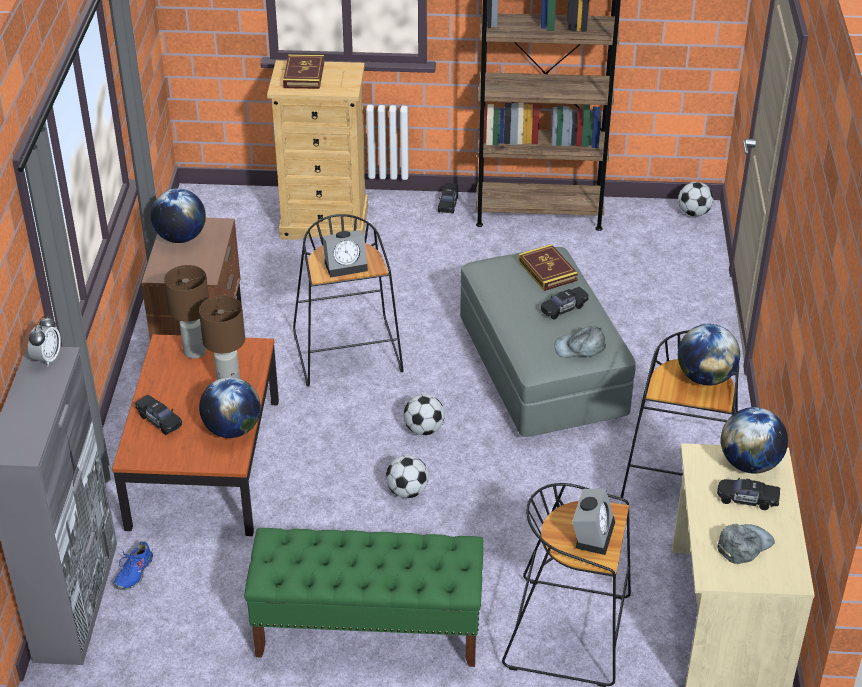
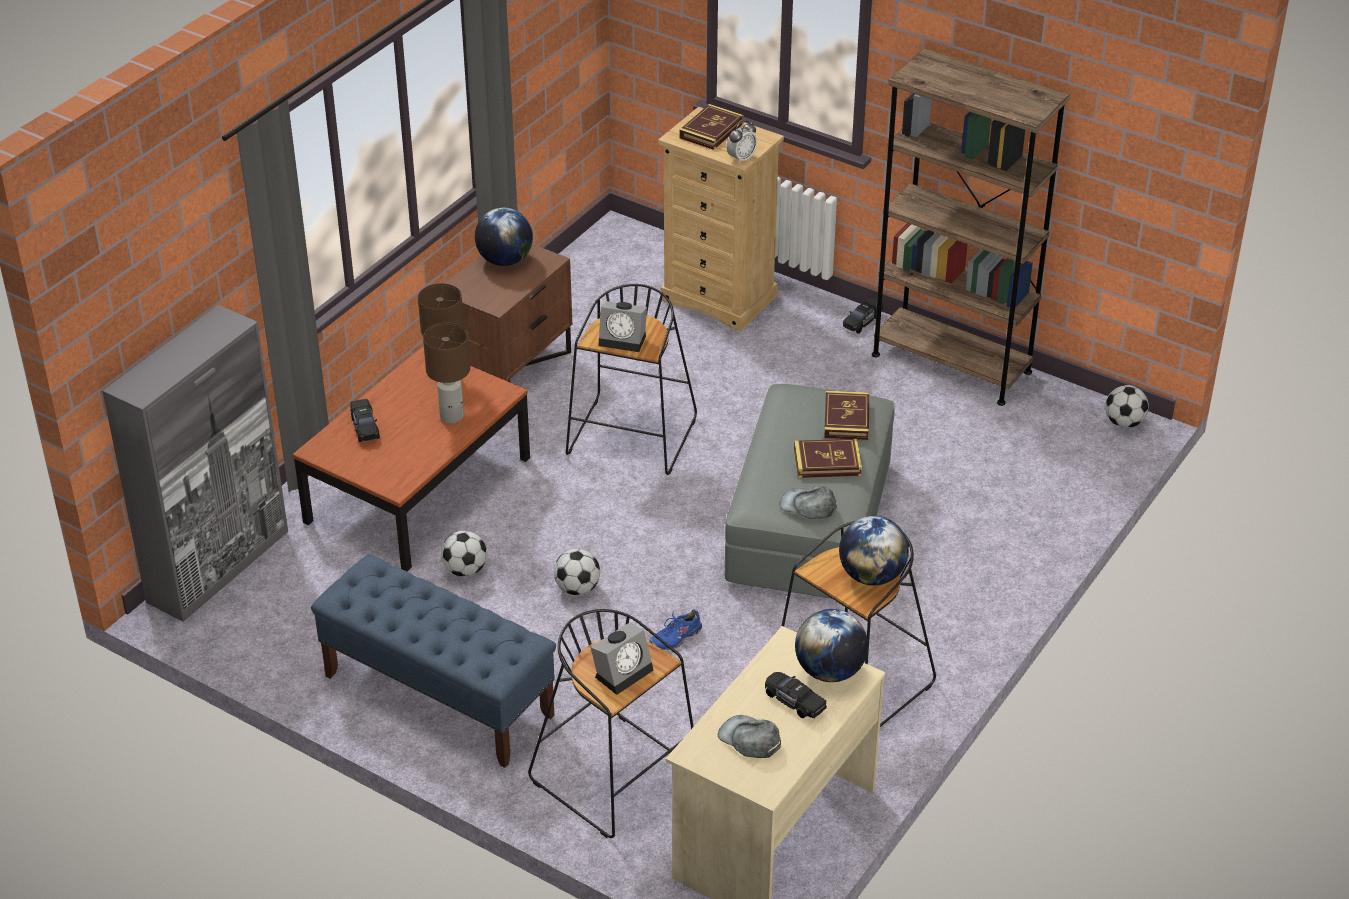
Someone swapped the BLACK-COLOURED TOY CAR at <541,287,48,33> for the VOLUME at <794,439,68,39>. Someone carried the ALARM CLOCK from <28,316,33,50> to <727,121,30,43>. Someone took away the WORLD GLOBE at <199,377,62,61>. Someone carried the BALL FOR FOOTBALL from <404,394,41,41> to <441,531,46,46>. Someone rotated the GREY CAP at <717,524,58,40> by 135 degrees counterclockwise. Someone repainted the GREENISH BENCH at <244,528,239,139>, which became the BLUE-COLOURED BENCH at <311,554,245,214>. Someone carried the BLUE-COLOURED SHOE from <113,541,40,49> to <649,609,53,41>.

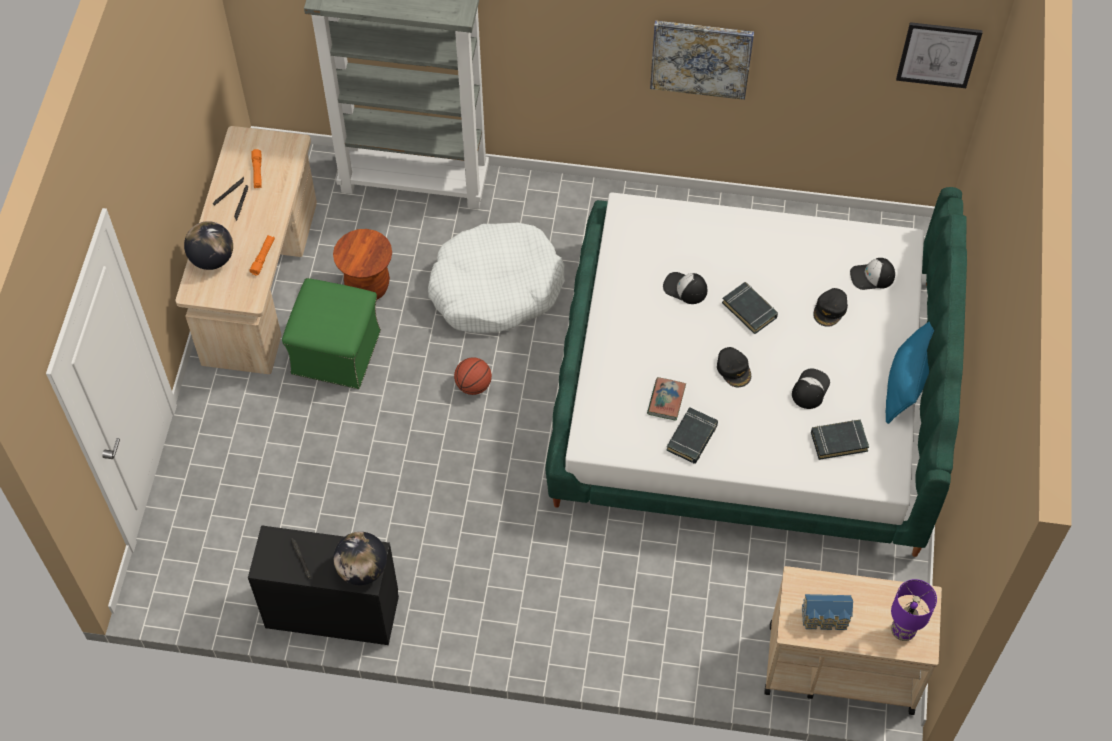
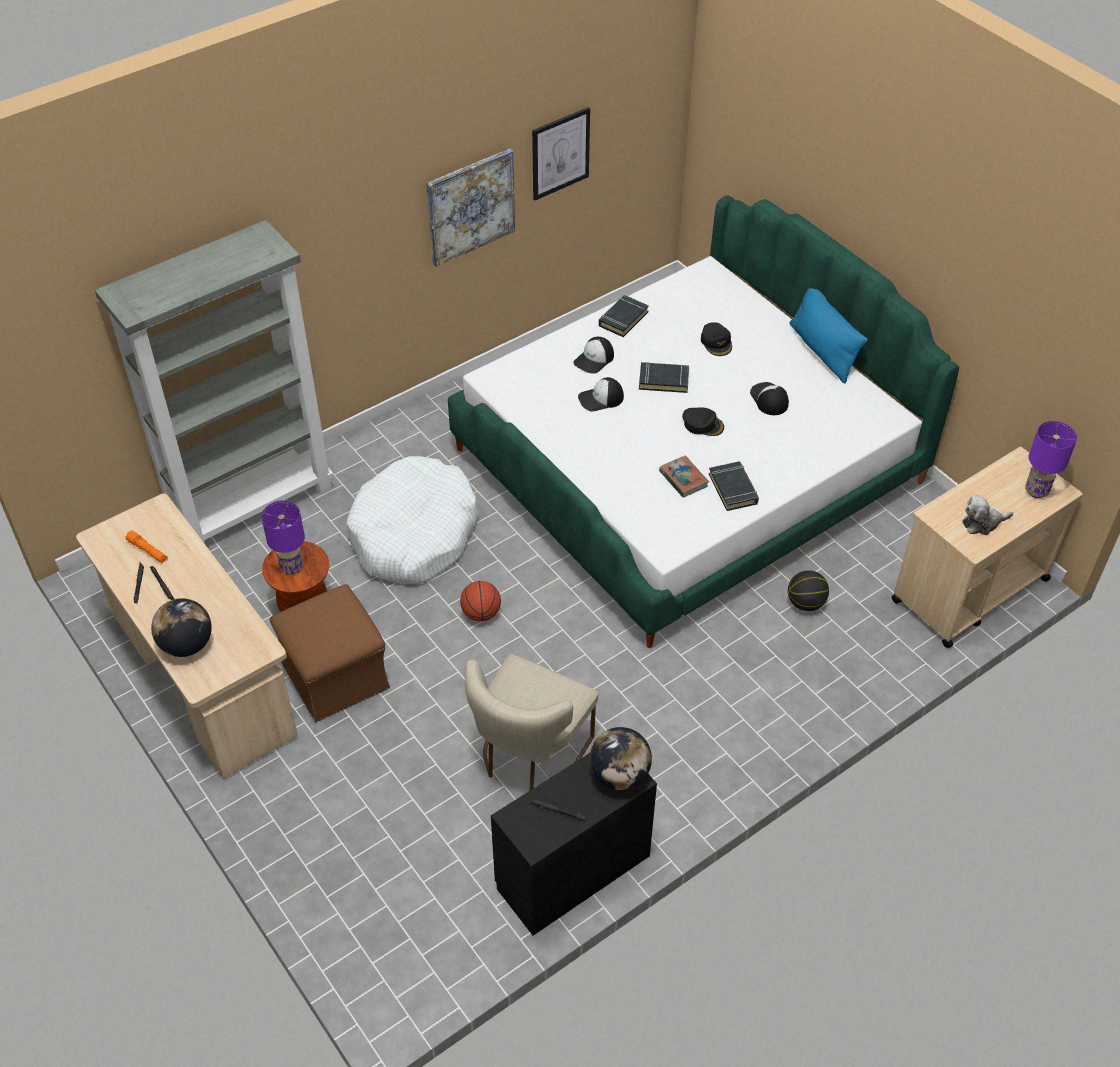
Someone carried the PICTURE from <896,22,87,66> to <532,107,58,93>. Someone took away the ORANGEY HAND TORCH at <249,235,26,40>. Someone carried the CAP from <850,258,45,32> to <573,337,41,37>. Someone repainted the GREENISH FOOTREST at <282,278,99,111>, which became the BROWN-COLOURED FOOTREST at <270,584,120,138>. Someone carried the BLACK-COLOURED VOLUME from <811,420,58,40> to <599,295,50,42>. Someone swapped the TOY HOUSE at <802,594,51,36> for the CUDDLY TOY at <962,495,51,40>. Someone put down the PURPLE-COLOURED TABLETOP LAMP at <261,500,44,75>. Someone put down the BASKETBALL at <788,570,41,41>. Someone put down the BEIGE UPRIGHT CHAIR at <465,654,134,137>.

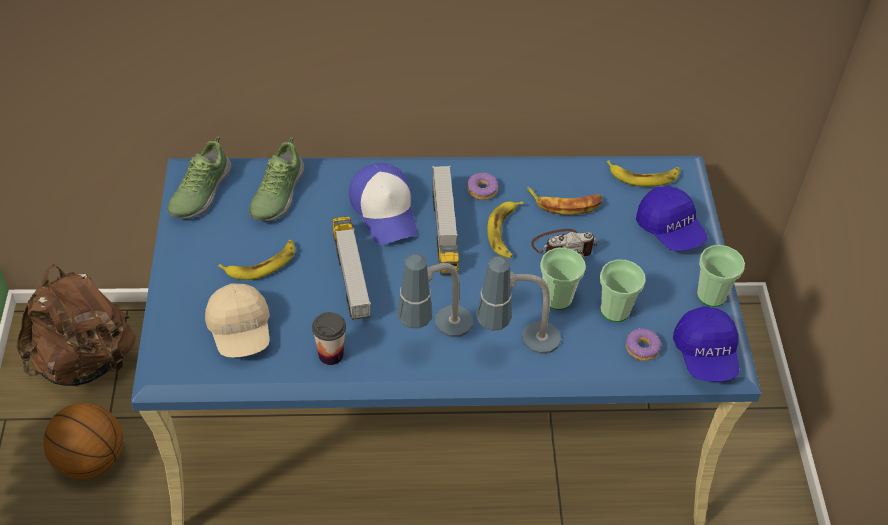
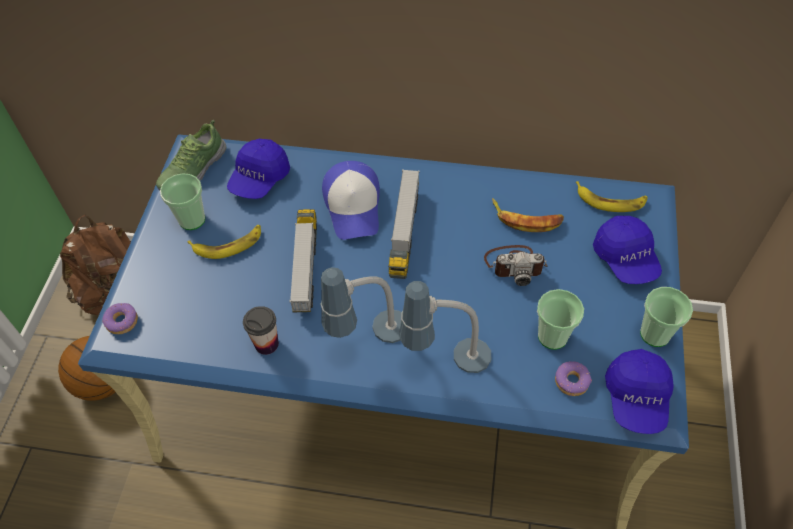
Someone swapped the SHOE at <249,137,55,84> for the BLUE-COLOURED CAP at <227,139,63,60>. Someone carried the DONUT from <467,173,31,27> to <102,303,36,31>. Someone took away the WHOLE BANANA at <487,201,37,57>. Someone carried the SMALL CUP from <540,248,46,62> to <160,173,45,57>. Someone took away the BEIGE CAP at <205,283,65,75>.

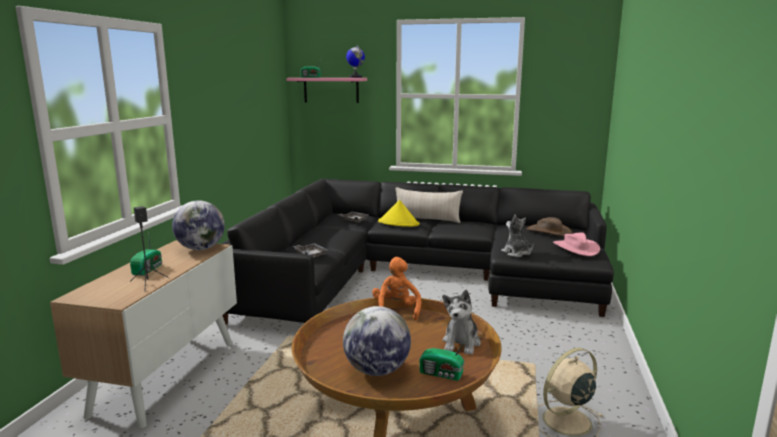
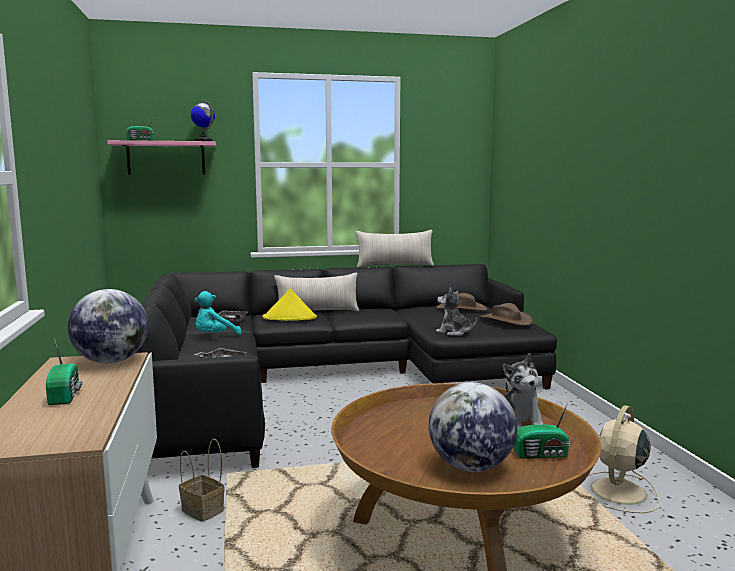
Someone took away the BLACK-COLOURED LOUDSPEAKER at <130,206,39,86>. Someone repainted the PINK-COLOURED WEARABLE HAT at <553,232,47,24>, which became the BROWN-COLOURED WEARABLE HAT at <480,303,53,23>. Someone took away the ORANGEY CUDDLY TOY at <372,257,49,63>. Someone put down the BEIGE CUSHION at <355,230,79,38>. Someone put down the BLUE-GREEN CUDDLY TOY at <194,291,48,44>. Someone put down the STORAGE BASKET at <179,439,46,83>.

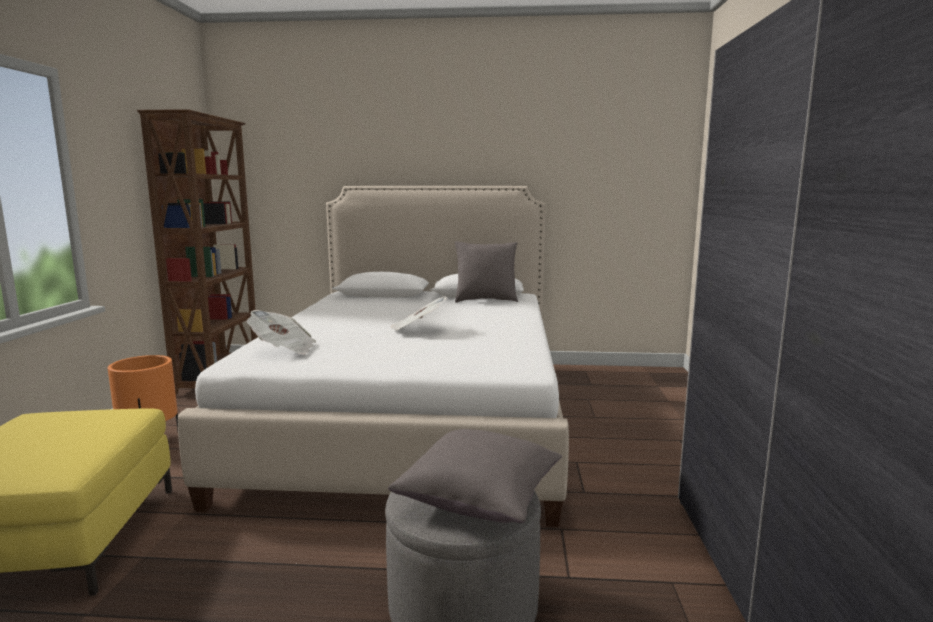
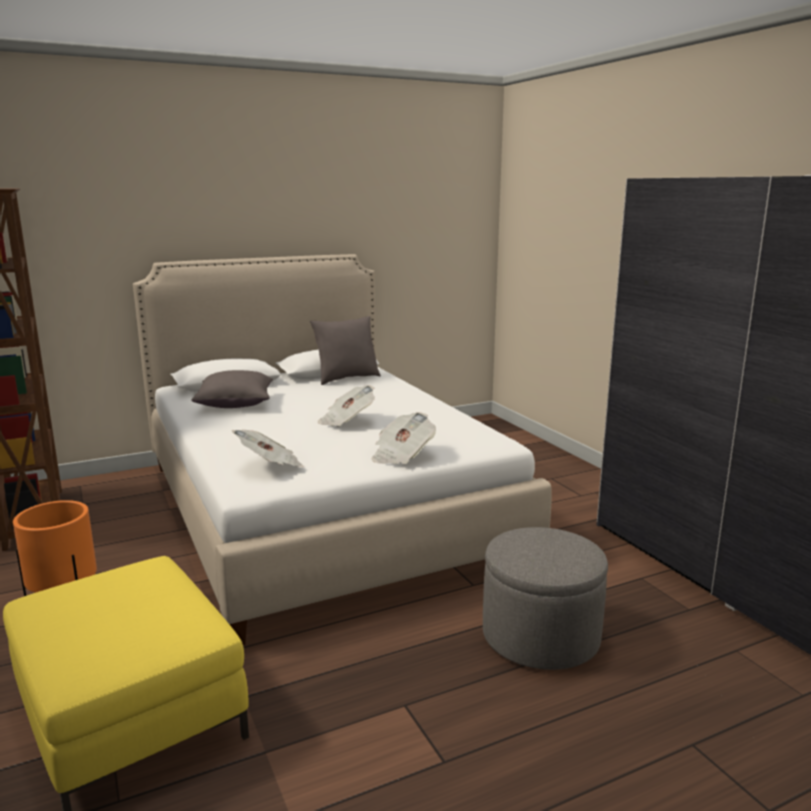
Someone carried the GREY CUSHION from <388,429,174,94> to <191,370,82,38>. Someone put down the DAILY PAPER at <371,412,65,52>.

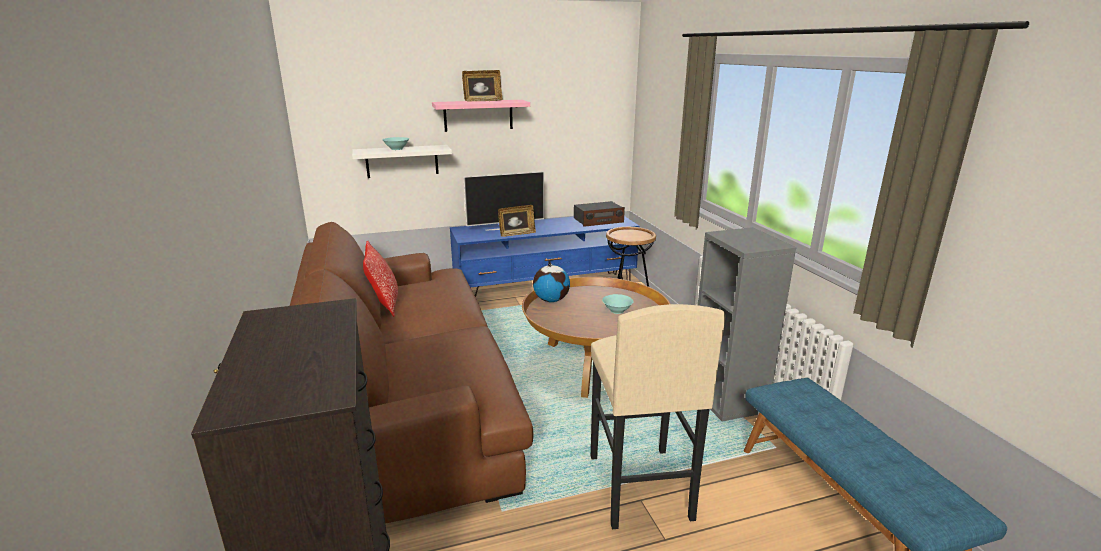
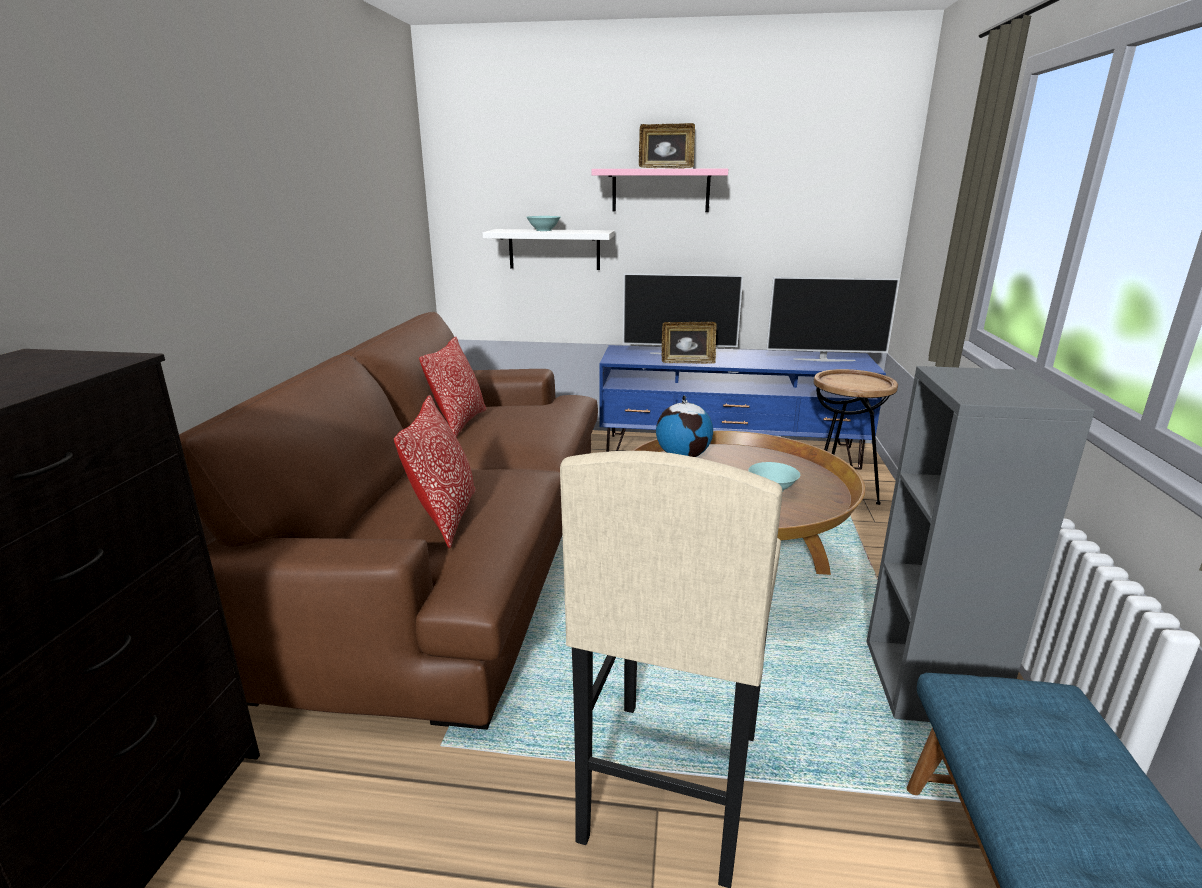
Someone swapped the RADIO RECEIVER at <574,201,51,26> for the TELEVISION at <766,277,134,85>. Someone put down the CUSHION at <394,395,82,154>.

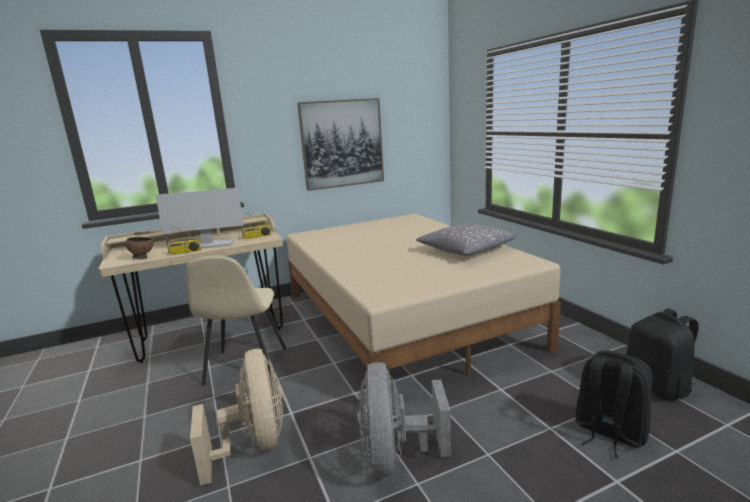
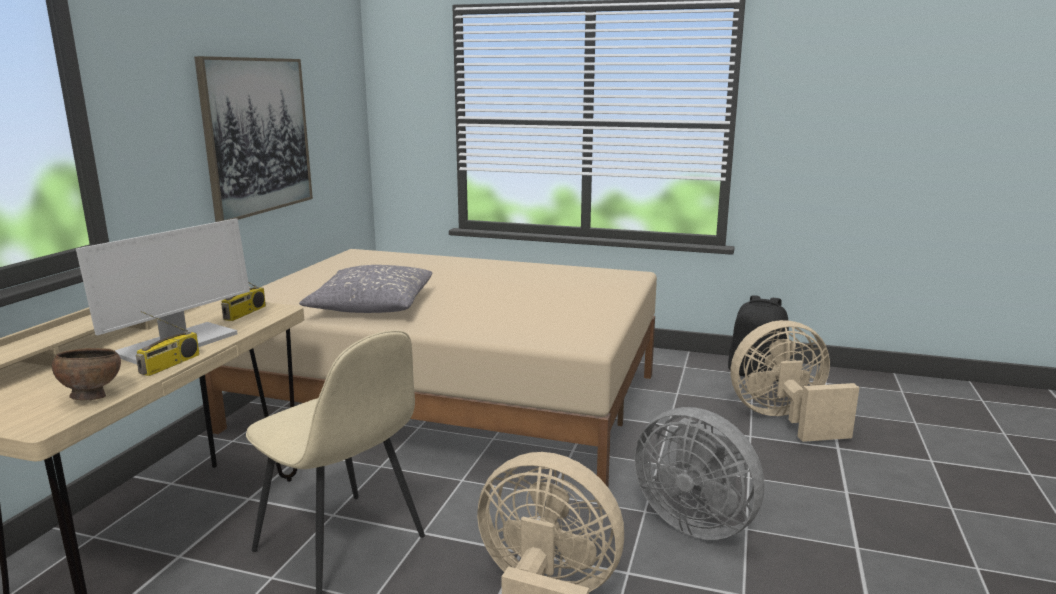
Someone carried the GREY CUSHION from <416,223,101,33> to <299,265,133,48>. Someone swapped the BLACK-COLOURED KNAPSACK at <575,350,78,108> for the BEIGE FAN at <731,320,129,122>.

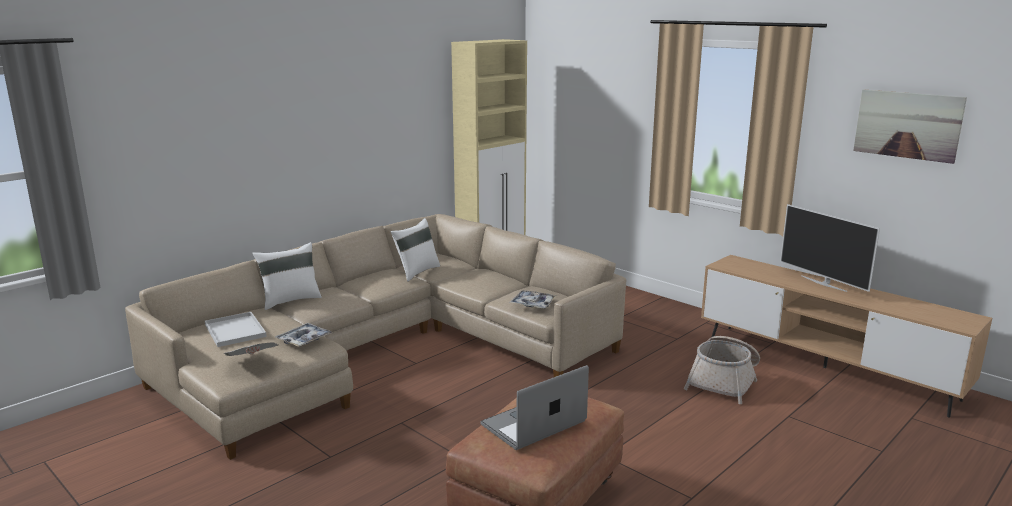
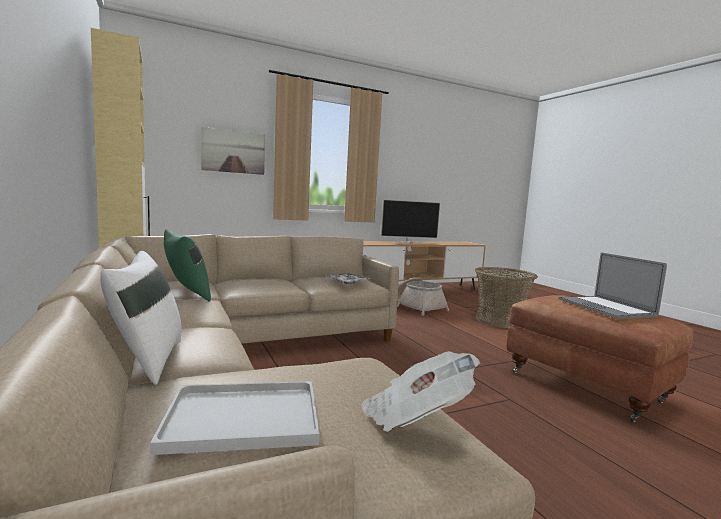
Someone carried the PICTURE from <853,89,114,75> to <201,127,64,48>. Someone repainted the WHITE-COLOURED CUSHION at <391,218,49,64>, which became the GREENISH CUSHION at <164,229,47,73>. Someone took away the CARRYING TRAY at <275,323,58,24>. Someone put down the STORAGE BASKET at <475,267,63,61>.

